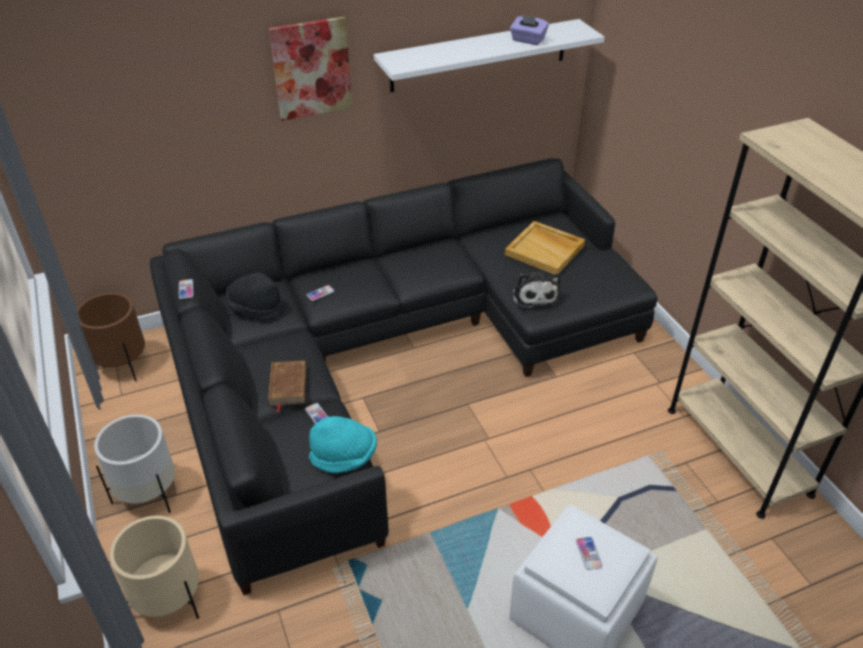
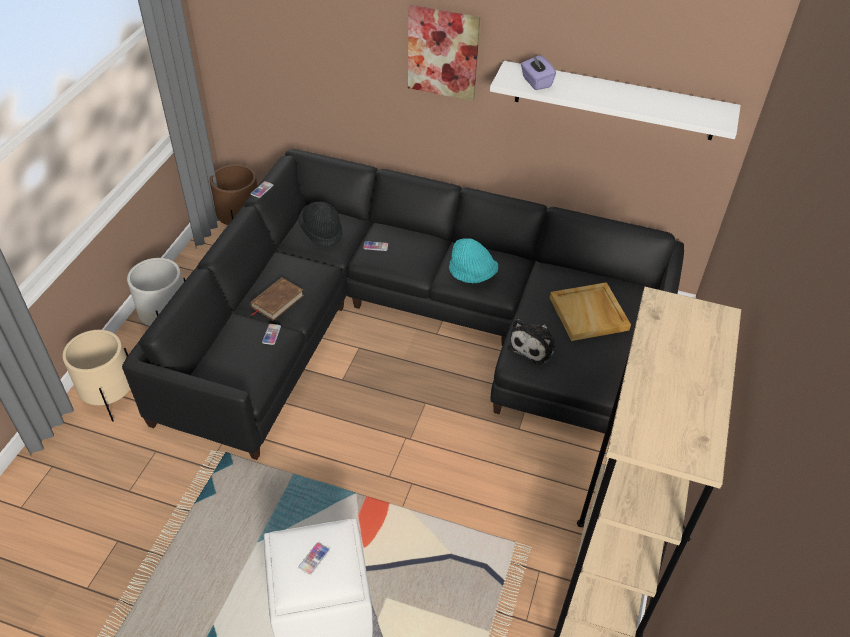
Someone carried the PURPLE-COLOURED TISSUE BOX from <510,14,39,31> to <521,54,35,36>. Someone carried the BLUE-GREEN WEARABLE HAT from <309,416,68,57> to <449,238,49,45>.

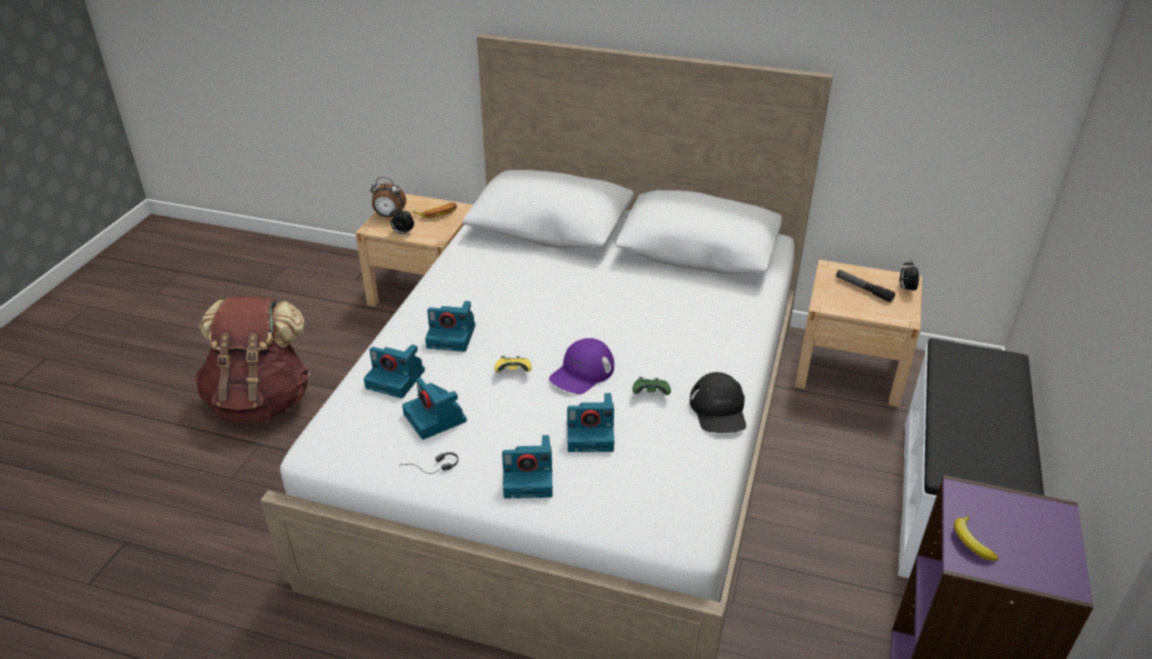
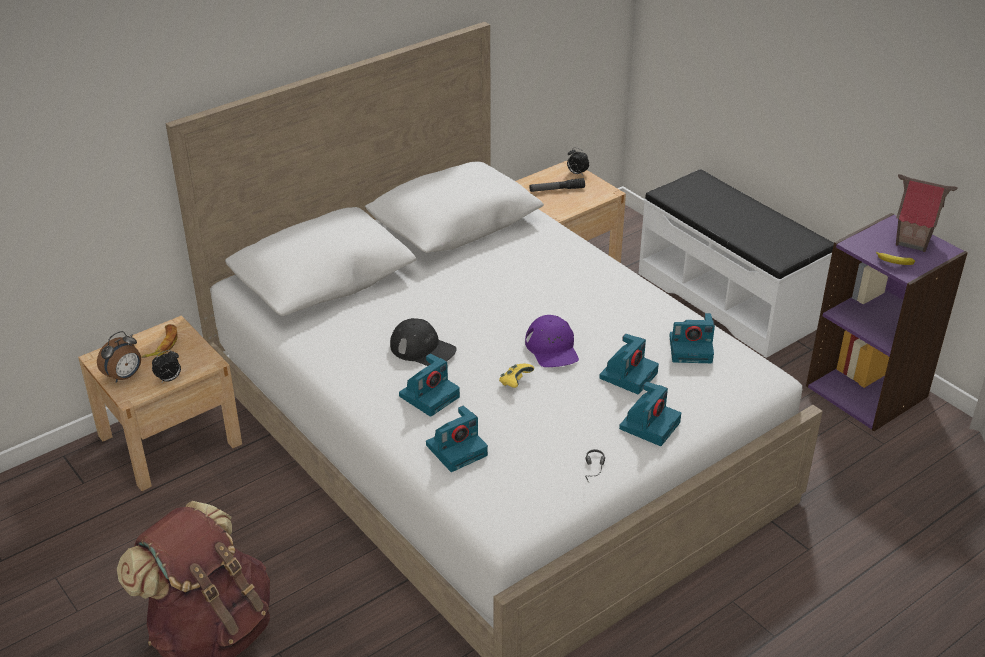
Someone carried the BLACK-COLOURED CAP from <690,372,56,61> to <390,318,67,48>. Someone carried the PHOTO CAMERA from <402,377,65,63> to <670,313,45,50>. Someone took away the GREENISH GAMEPAD at <632,377,39,18>. Someone put down the TOY HOUSE at <896,174,62,78>.

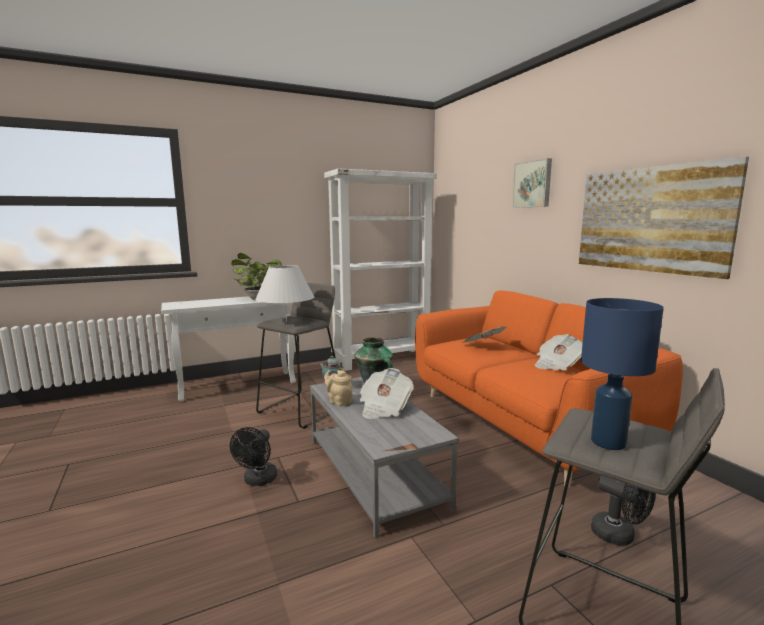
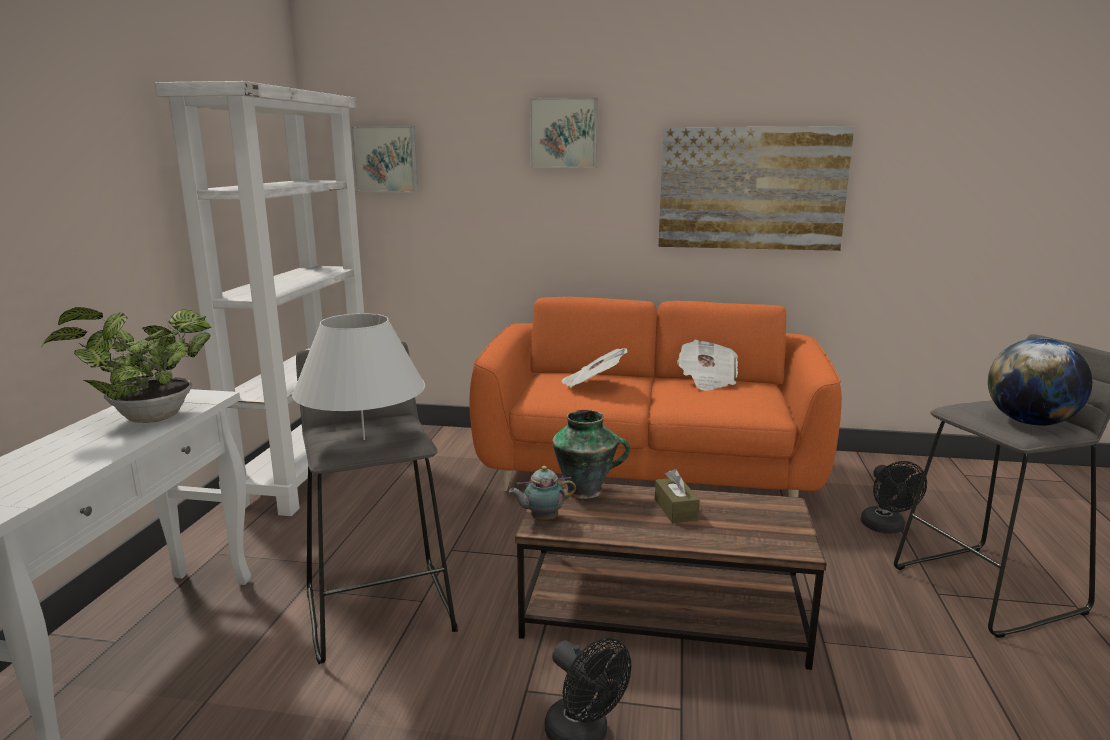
Someone swapped the BLUE-COLOURED TABLETOP LAMP at <581,298,83,152> for the WORLD GLOBE at <988,338,104,88>. Someone swapped the DAILY PAPER at <359,368,55,51> for the BROWN-COLOURED TISSUE BOX at <655,469,45,54>. Someone took away the BEIGE TEA POT at <324,370,29,36>. Someone repainted the GREY LOW TABLE at <310,377,149,161>, which became the BROWN-COLOURED LOW TABLE at <515,480,312,190>. Someone rotated the BLACK-COLOURED FAN at <591,476,65,70> by 90 degrees clockwise. Someone put up the PICTURE at <351,126,67,67>.

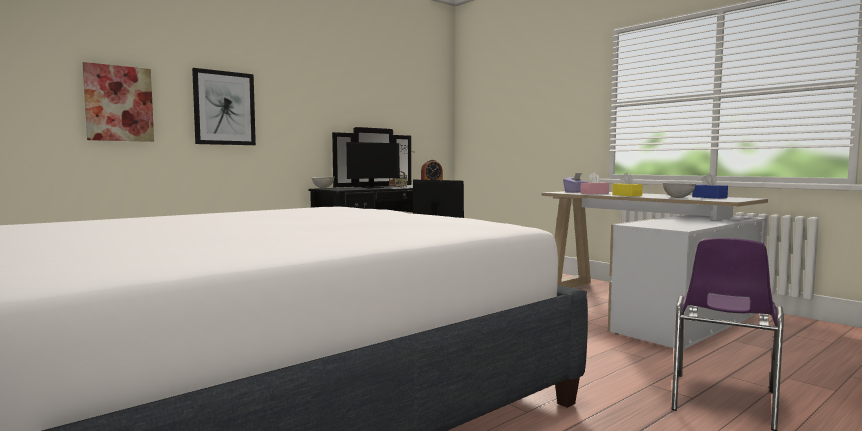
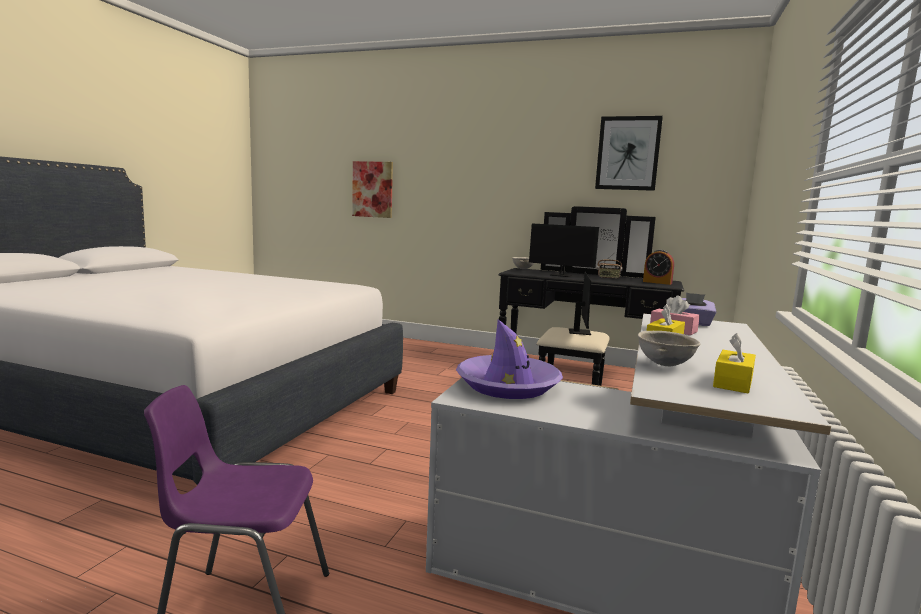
Someone carried the PICTURE from <192,68,64,77> to <595,116,68,75>. Someone repainted the BLUE-COLOURED TISSUE BOX at <692,173,36,26>, which became the YELLOW-COLOURED TISSUE BOX at <713,333,43,60>. Someone put down the PURPLE-COLOURED WEARABLE HAT at <456,319,107,80>.

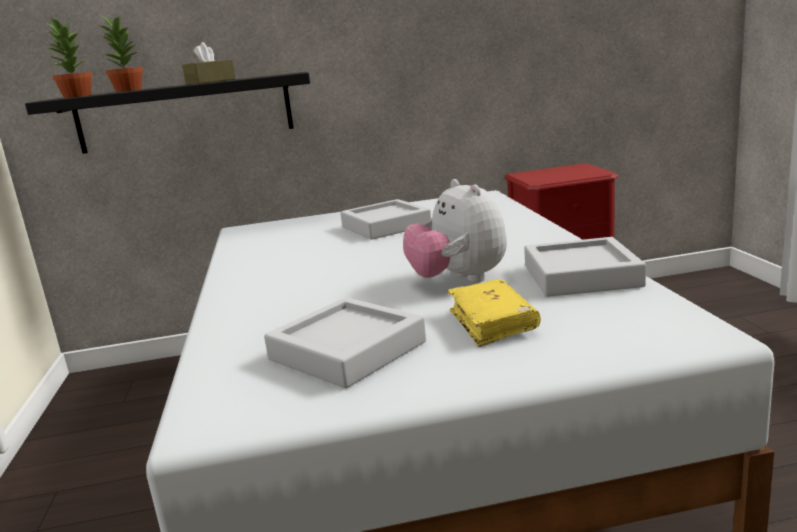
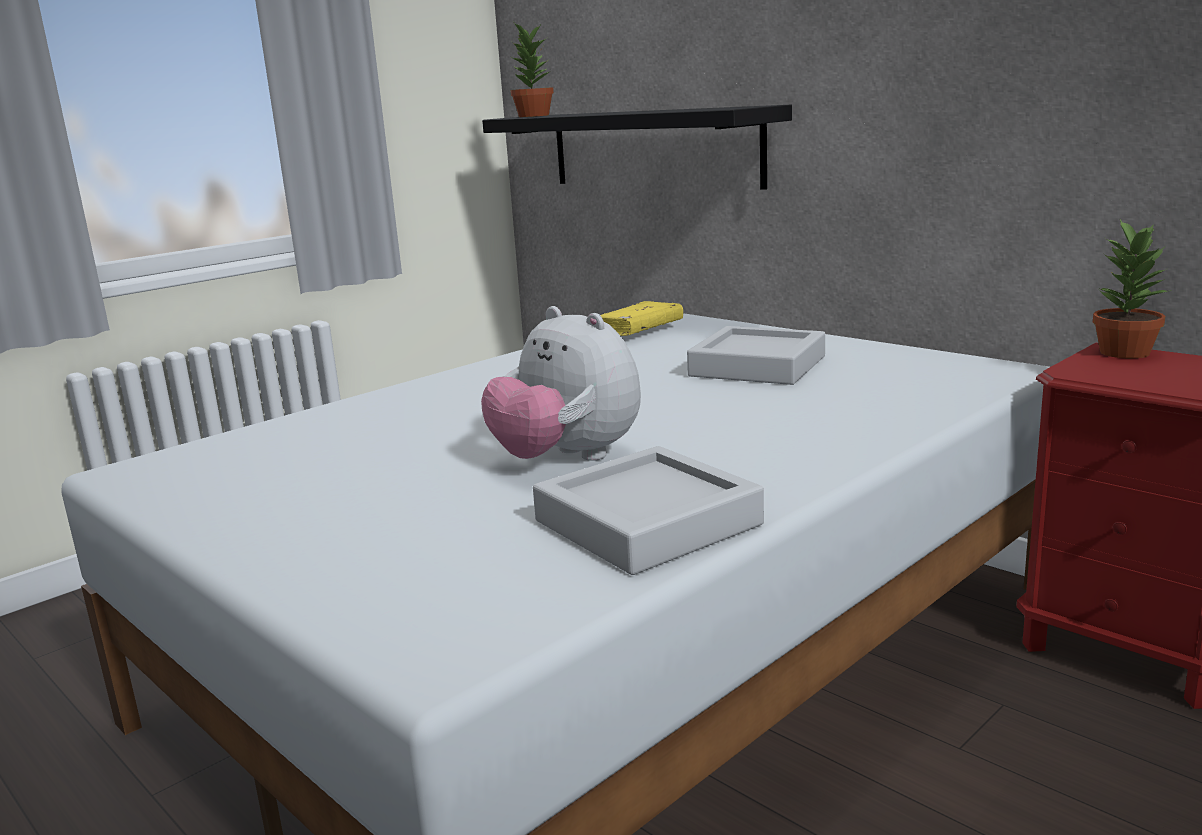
Someone carried the PLANT IN A POT from <100,15,43,77> to <1093,220,78,139>. Someone took away the BROWN-COLOURED TISSUE BOX at <182,42,54,43>. Someone rotated the CUDDLY TOY at <403,179,104,103> by 75 degrees counterclockwise. Someone carried the YELLOW-COLOURED VOLUME from <447,279,94,68> to <600,301,83,35>. Someone took away the GREY CARRYING TRAY at <264,297,162,91>.

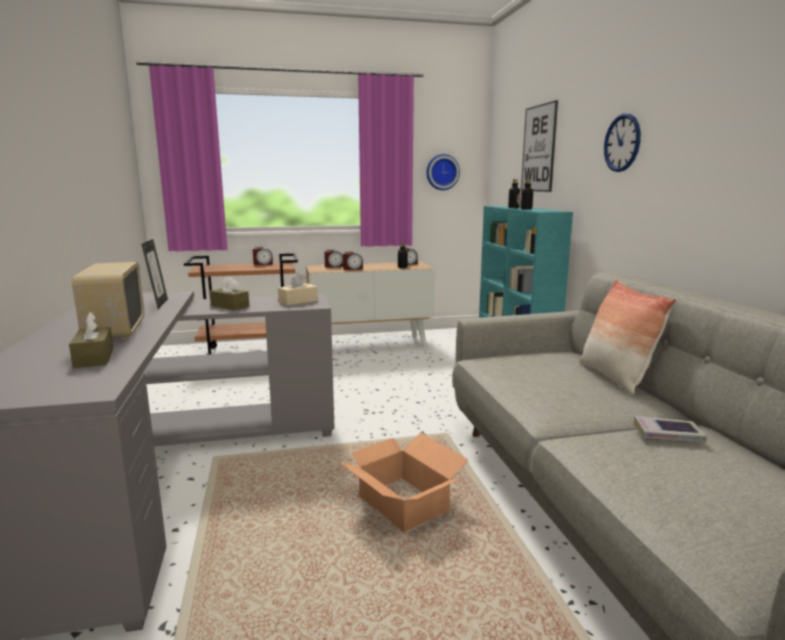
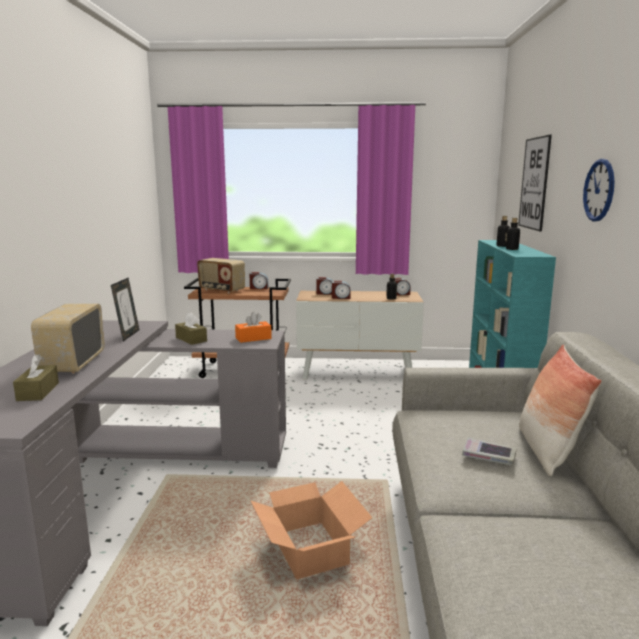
Someone took away the WALL CLOCK at <427,154,33,36>. Someone repainted the BEIGE TISSUE BOX at <278,273,40,33>, which became the ORANGEY TISSUE BOX at <235,312,37,31>. Someone carried the VOLUME from <634,416,73,26> to <462,437,55,29>. Someone put down the RADIO RECEIVER at <197,258,48,35>.

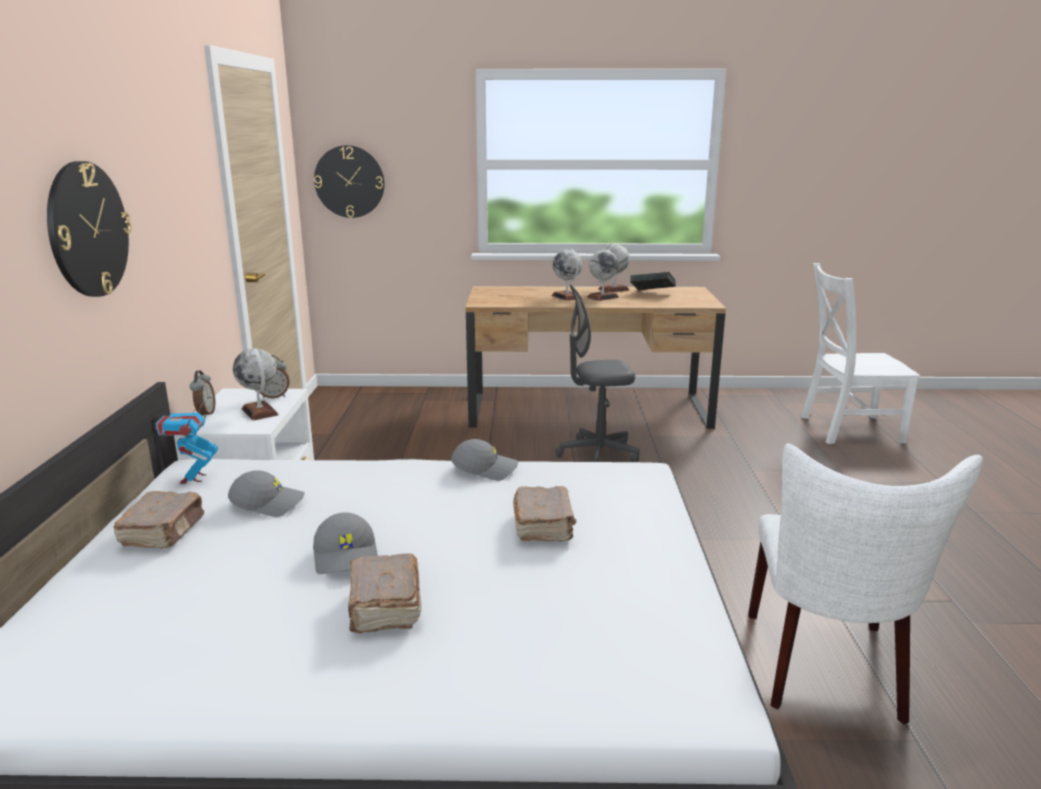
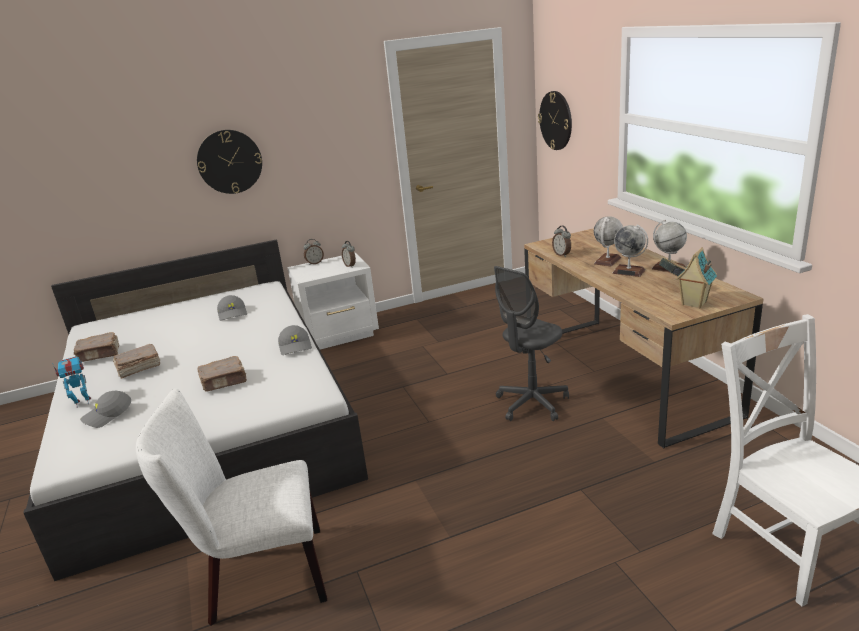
Someone rotated the GREY COMPUTER CHAIR at <555,284,84,178> by 105 degrees counterclockwise. Someone took away the WORLD GLOBE at <233,348,46,73>. Someone carried the MODEL ROBOT from <155,398,63,86> to <52,356,39,52>. Someone carried the BROWN-COLOURED VOLUME from <113,491,91,58> to <74,332,46,30>. Someone carried the GREY CAP from <313,512,65,62> to <80,390,51,38>. Someone put down the ALARM CLOCK at <552,226,19,31>. Someone put down the TOY HOUSE at <676,247,41,62>.

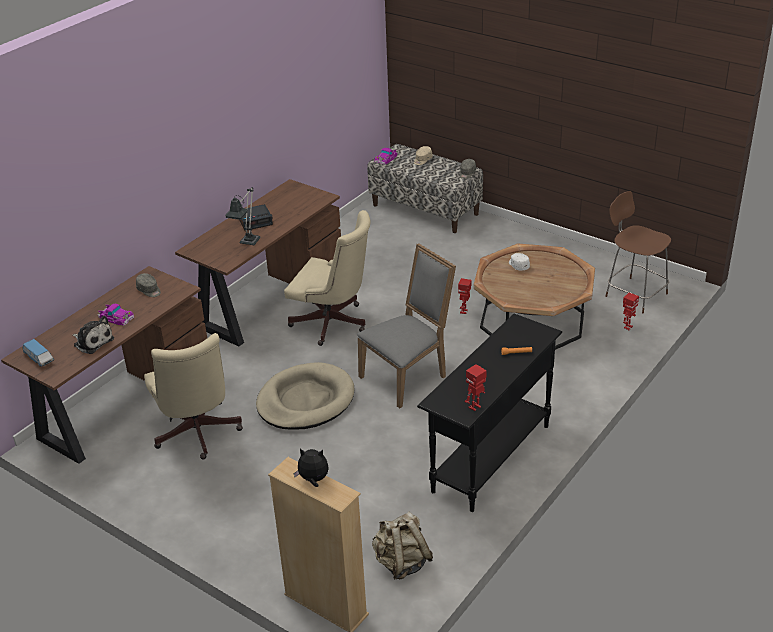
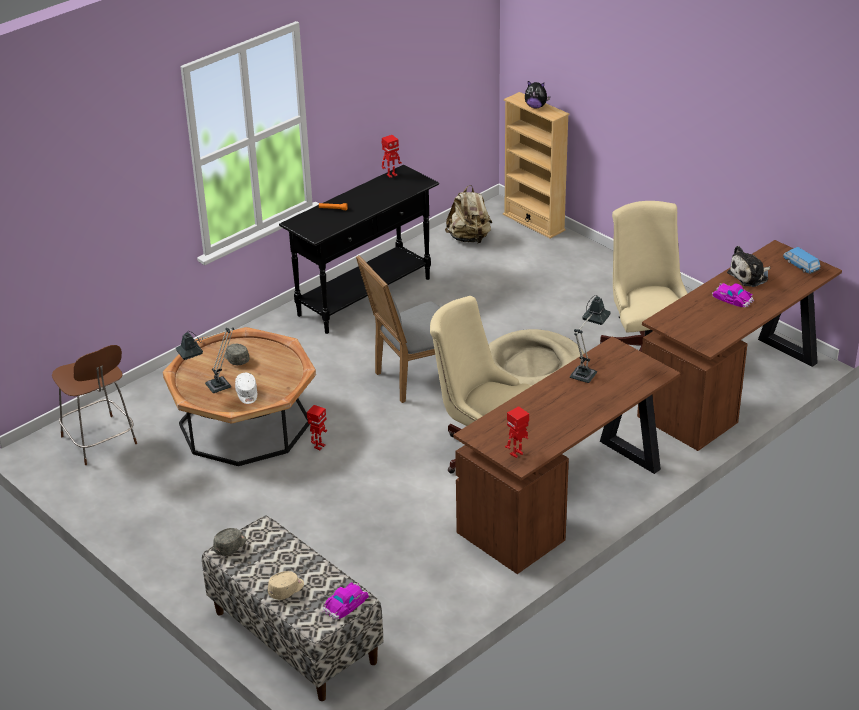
Someone took away the ALARM CLOCK at <239,204,34,27>. Someone carried the GREY CAP from <136,273,25,24> to <225,344,25,21>. Someone carried the MODEL ROBOT from <623,292,16,38> to <505,406,24,52>. Someone rotated the CUDDLY TOY at <73,315,41,39> by 75 degrees counterclockwise. Someone put down the TABLETOP LAMP at <176,328,58,65>.

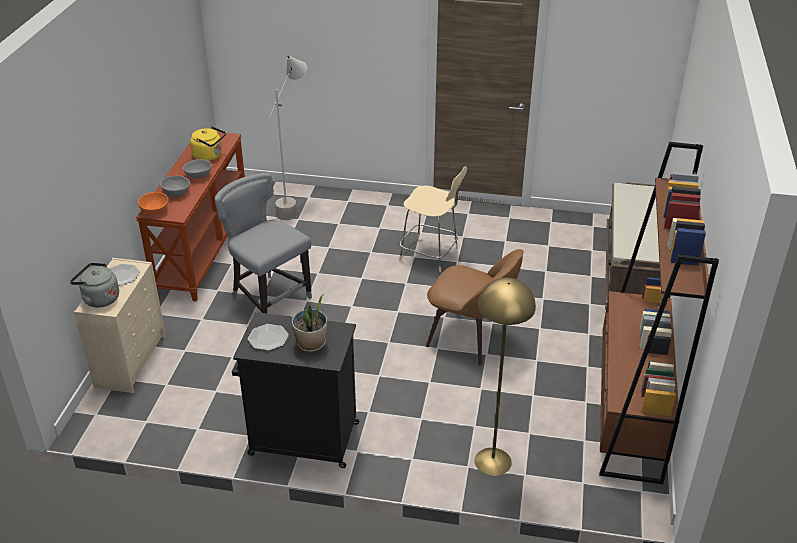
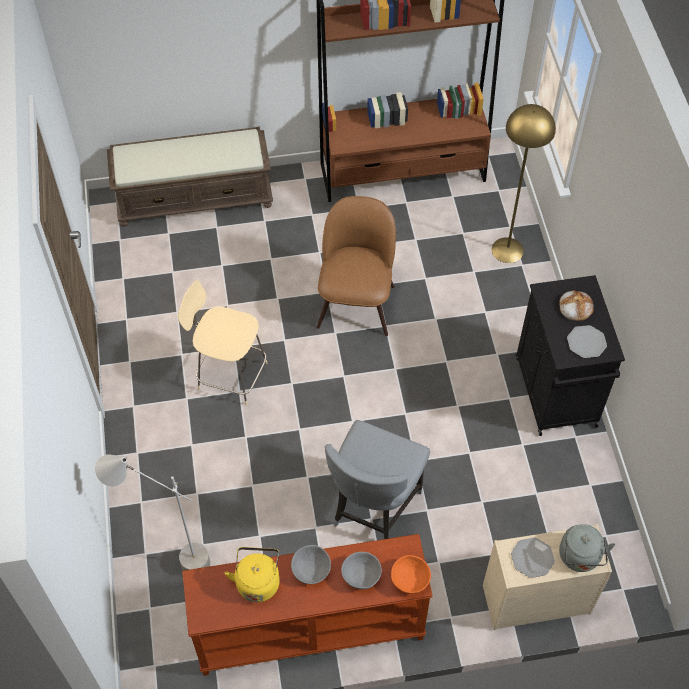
Someone rotated the BEIGE UPRIGHT CHAIR at <400,166,67,106> by 75 degrees counterclockwise. Someone swapped the PLANT IN A POT at <292,294,35,58> for the BREAD at <560,290,34,31>.

